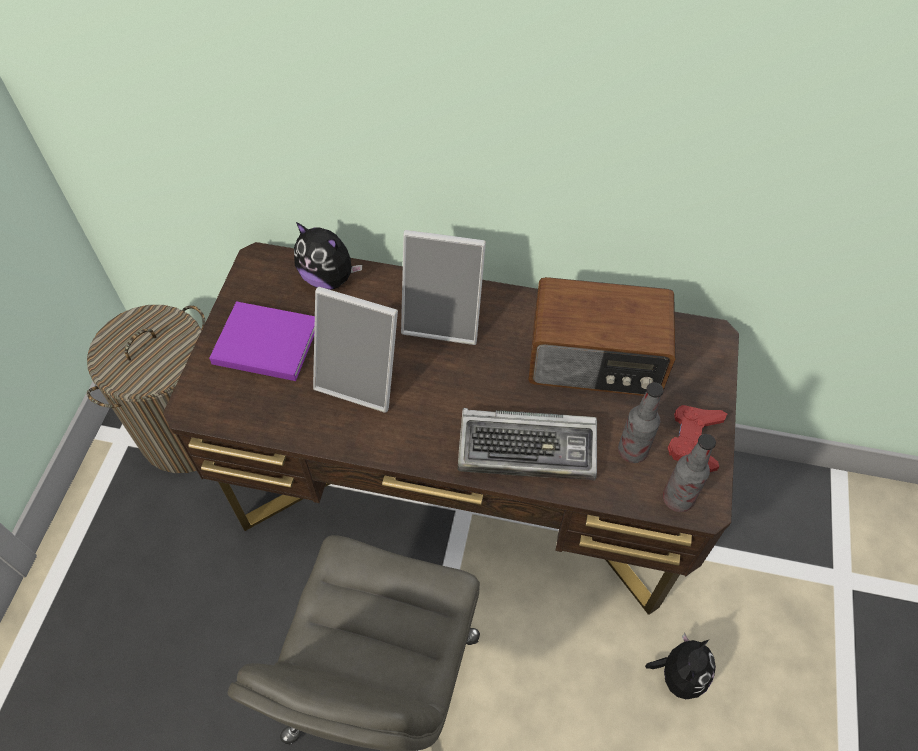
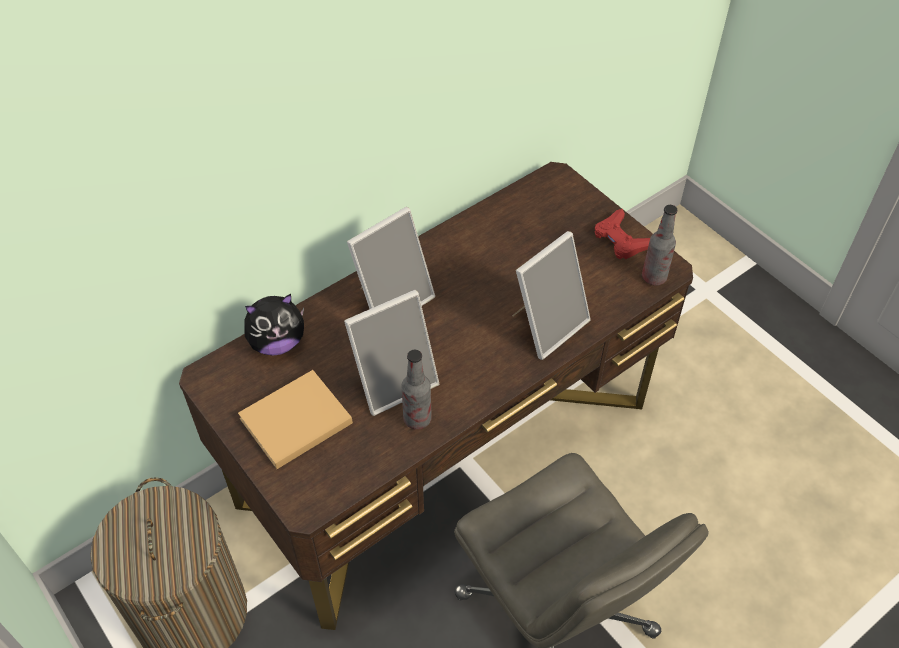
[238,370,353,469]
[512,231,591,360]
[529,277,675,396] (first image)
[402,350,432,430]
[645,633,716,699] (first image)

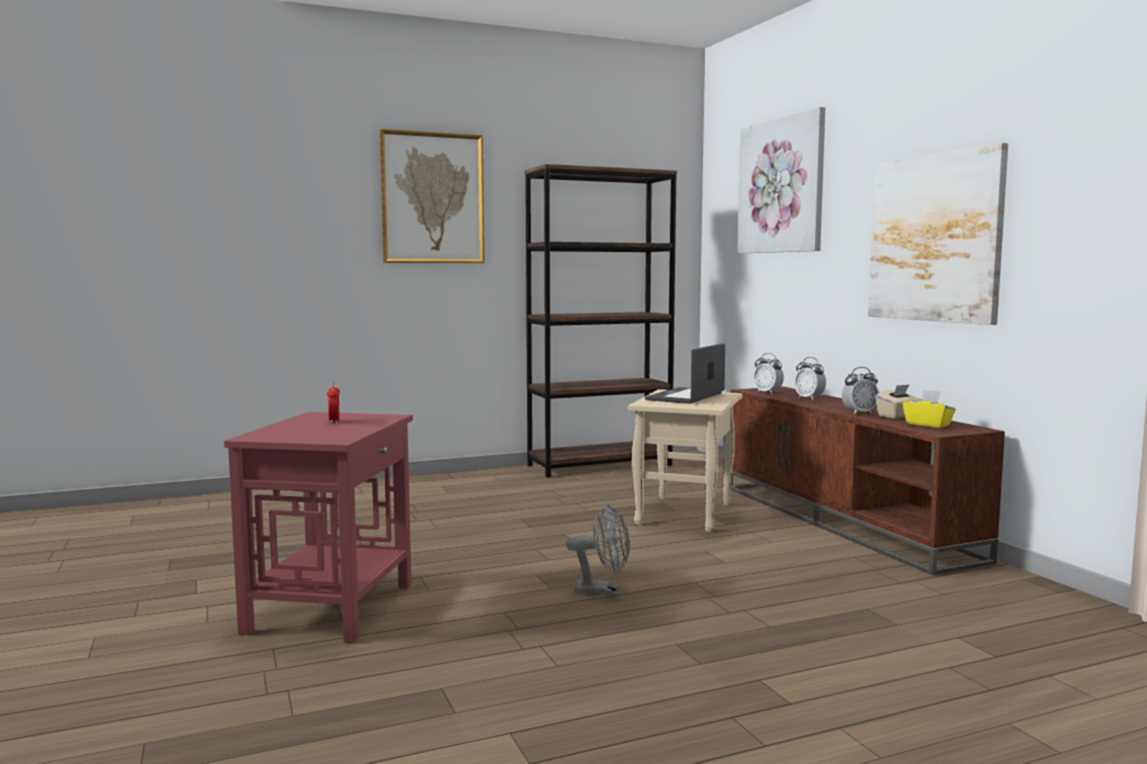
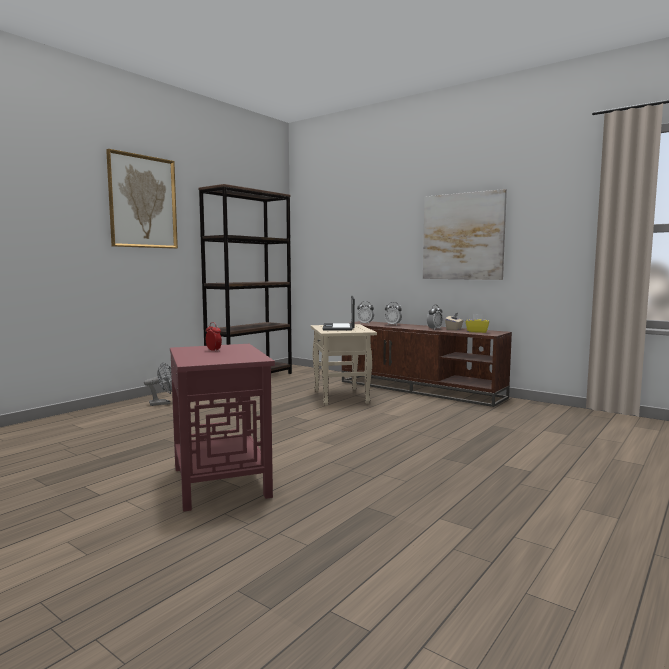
[144,362,172,406]
[737,107,825,253] (first image)

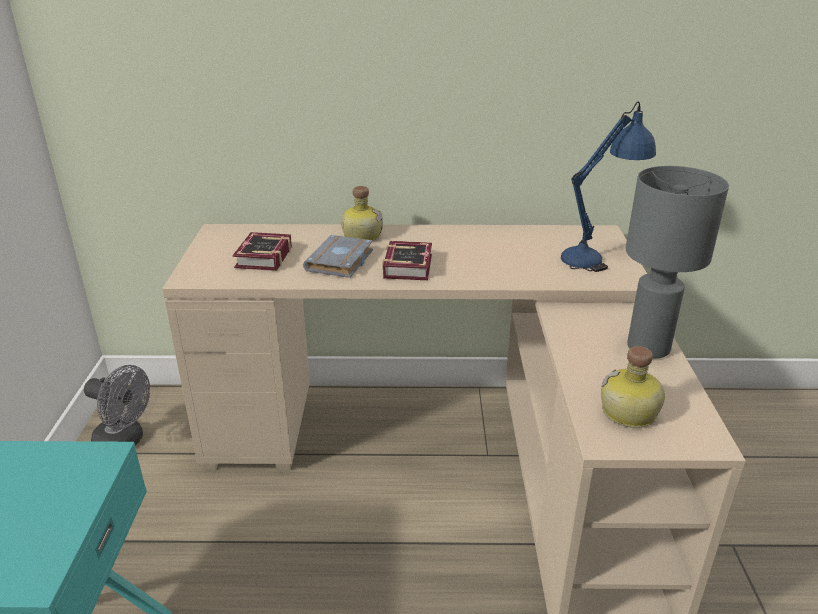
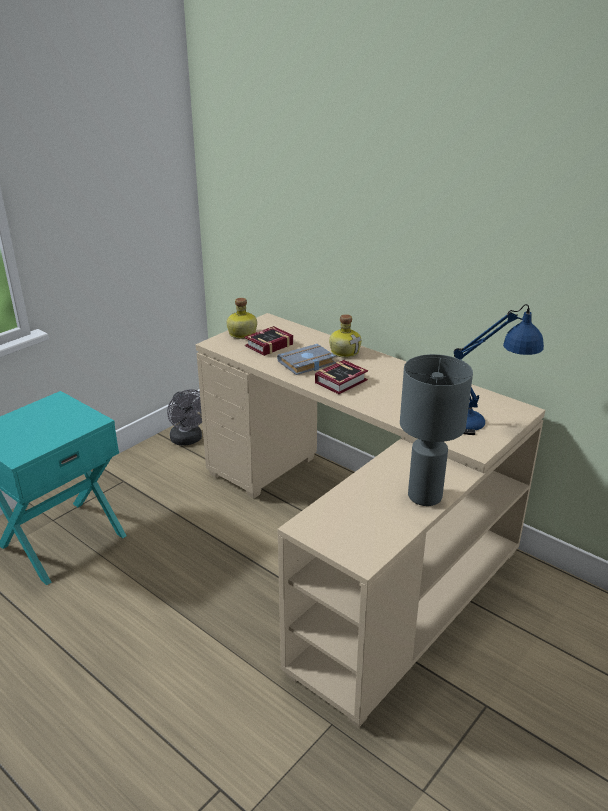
[227,298,257,339]

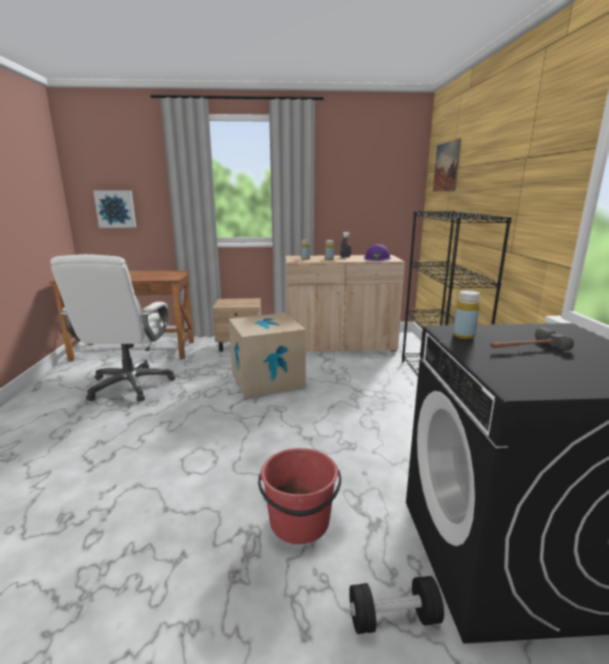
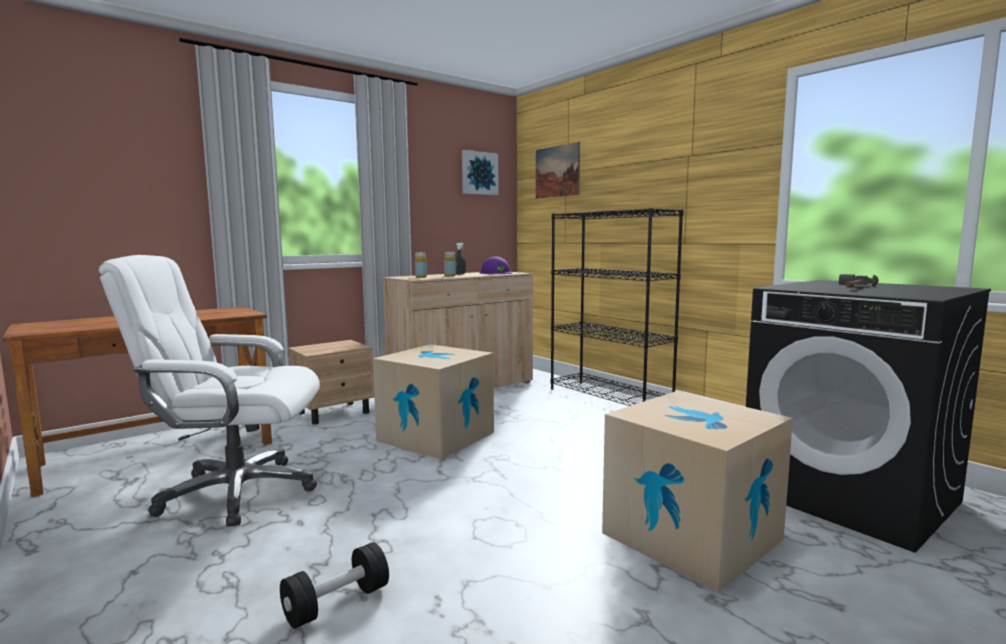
[99,255,320,527]
[462,150,499,195]
[602,391,793,593]
[280,542,389,629]
[453,290,480,339] (first image)

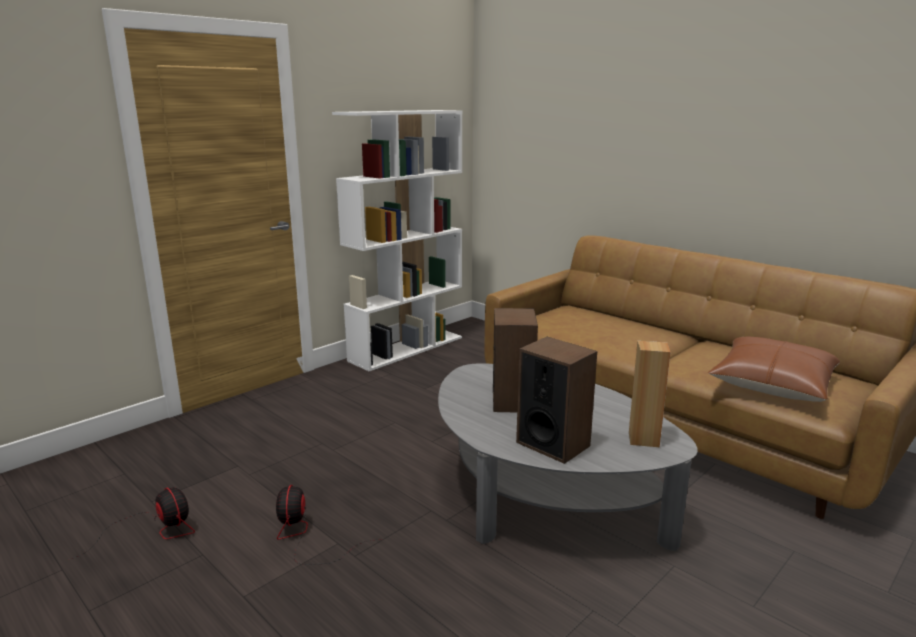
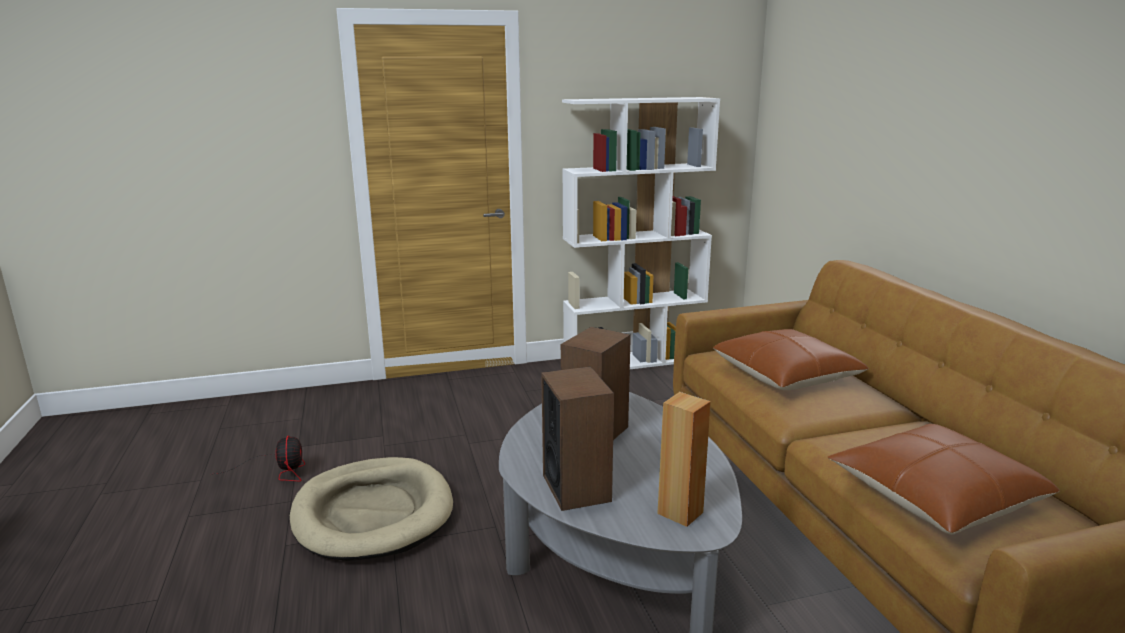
[290,457,453,561]
[713,329,869,390]

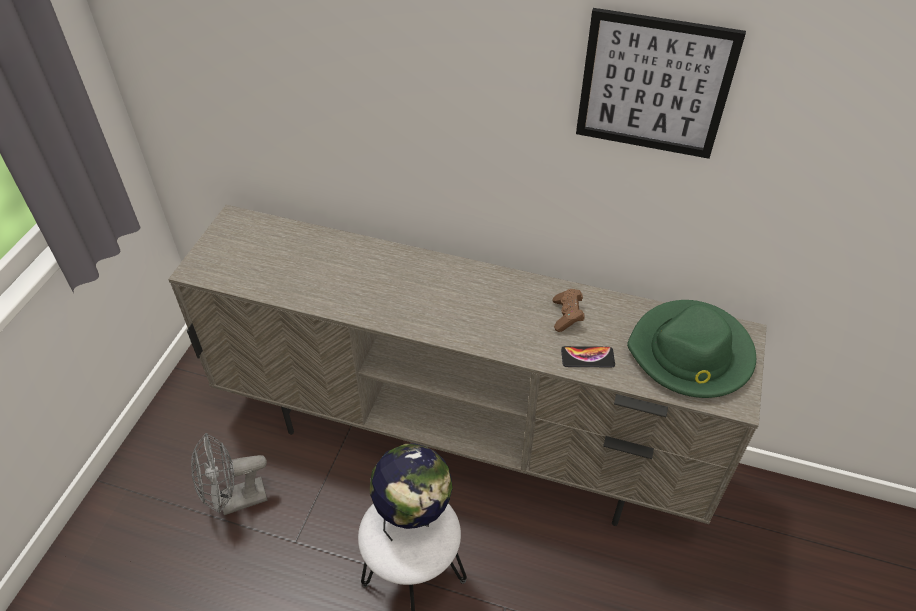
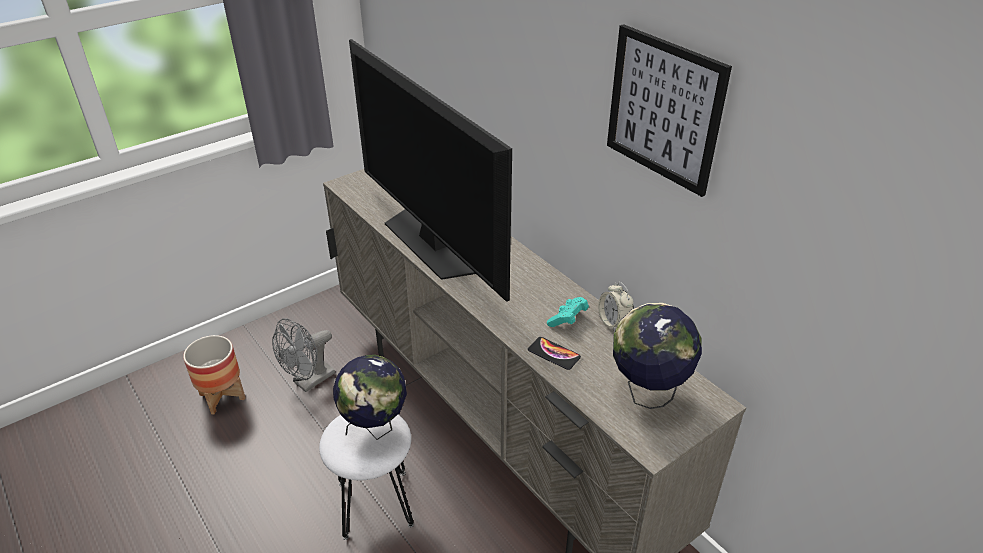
[272,318,335,392]
[547,297,589,327]
[613,303,702,409]
[183,335,246,415]
[349,39,512,302]
[598,282,634,332]

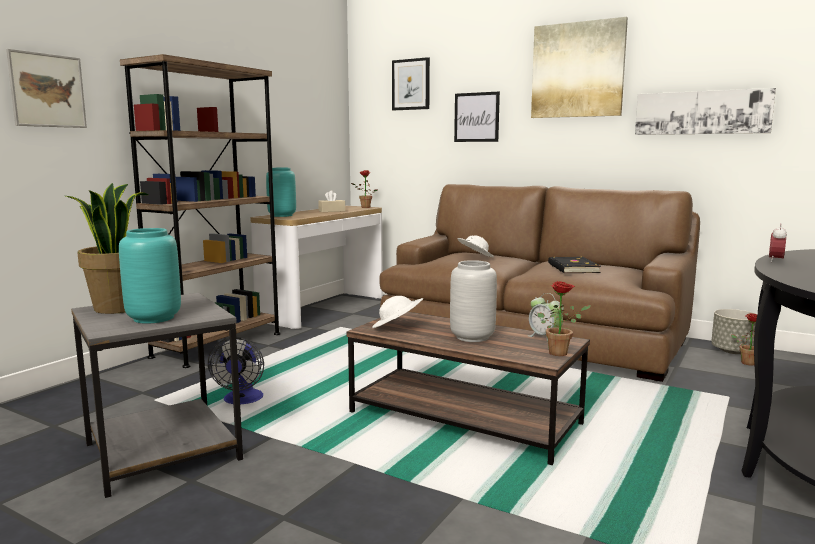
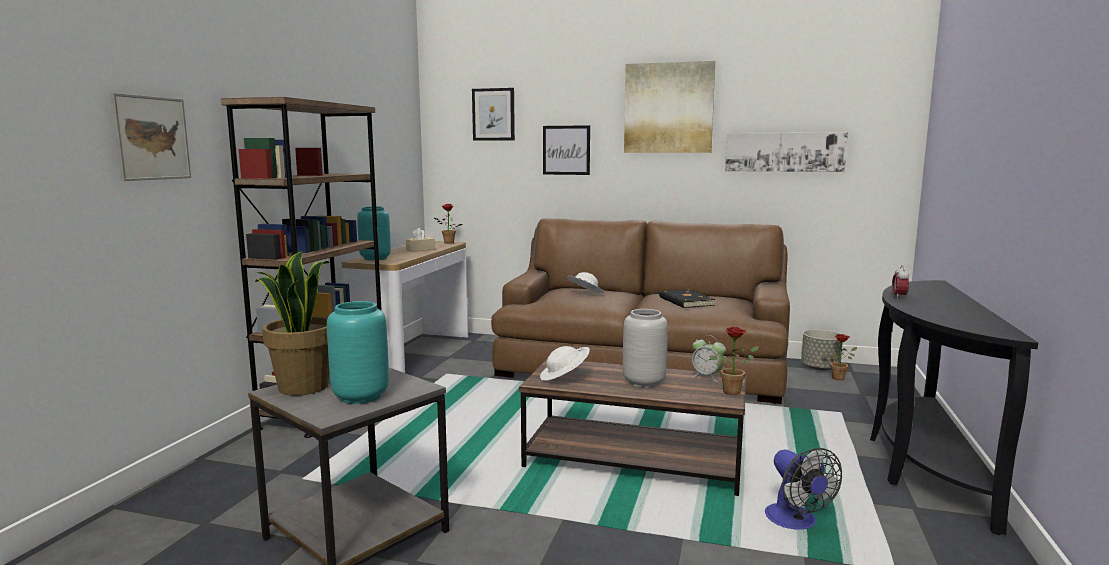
[765,448,842,530]

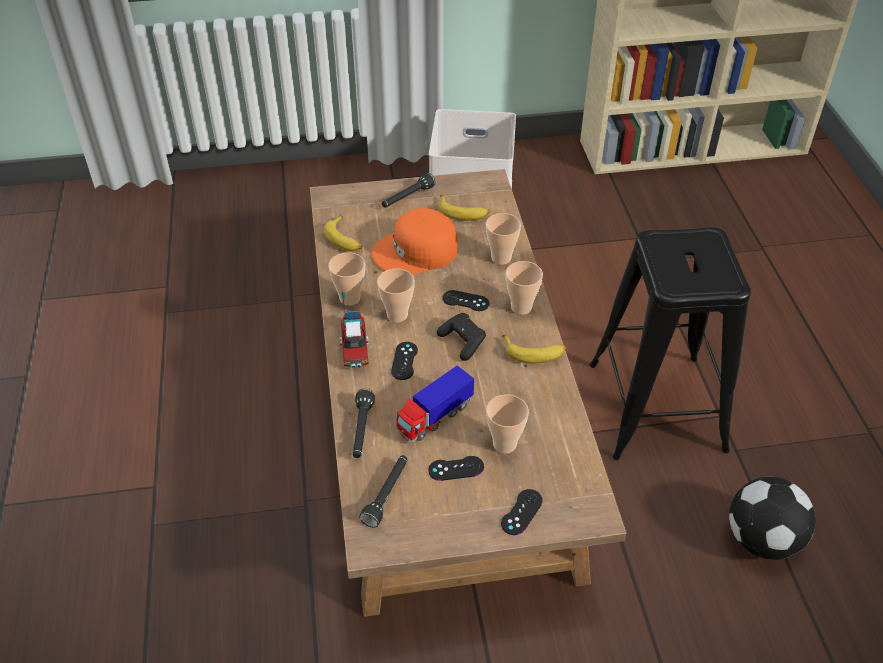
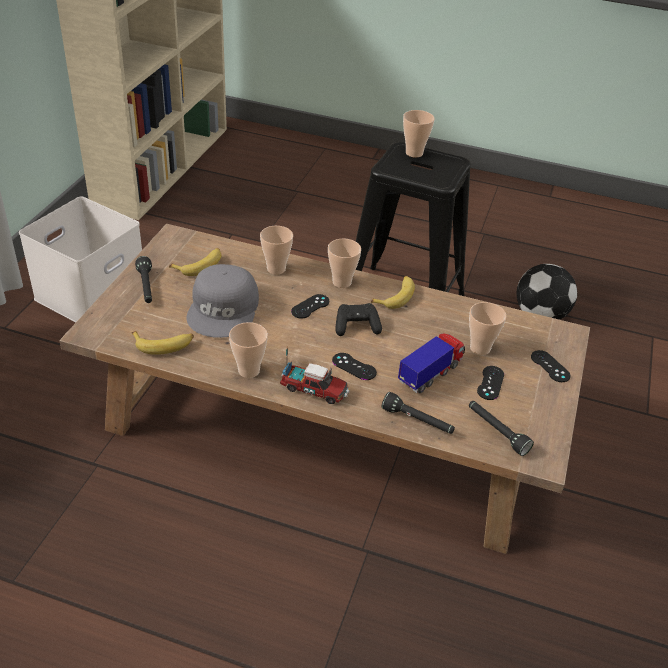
[186,264,259,338]
[403,110,435,157]
[398,333,465,393]

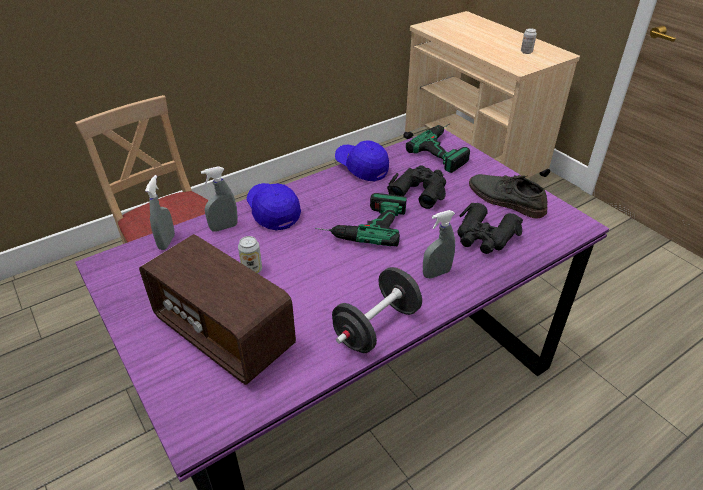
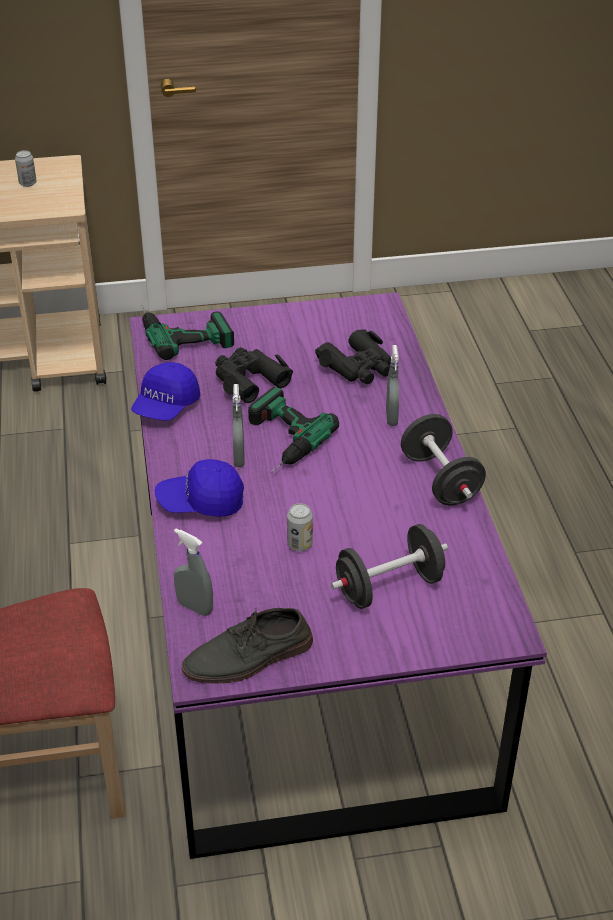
[331,524,448,609]
[233,384,245,467]
[131,362,200,421]
[182,608,313,684]

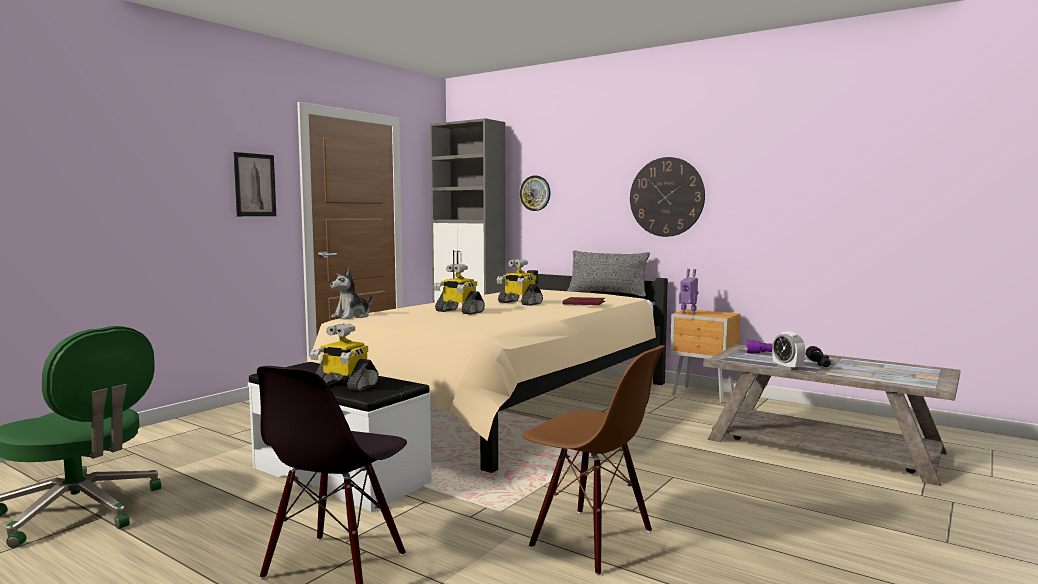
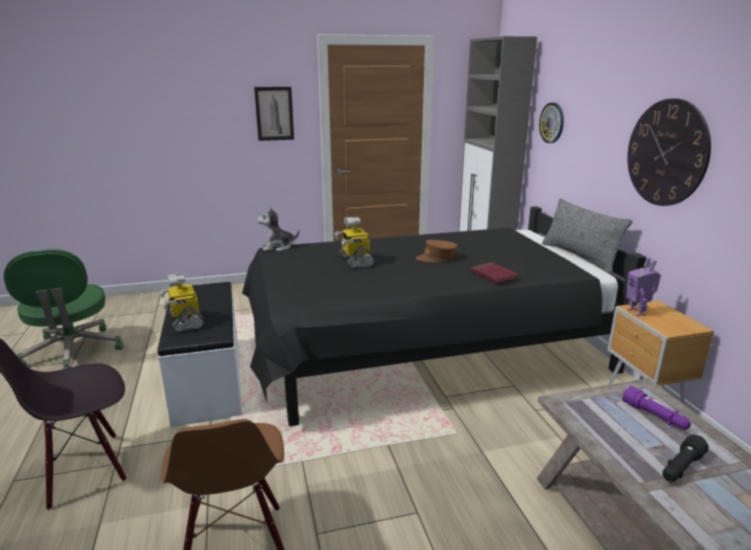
[242,206,646,426]
[416,240,457,263]
[772,331,805,371] (first image)

